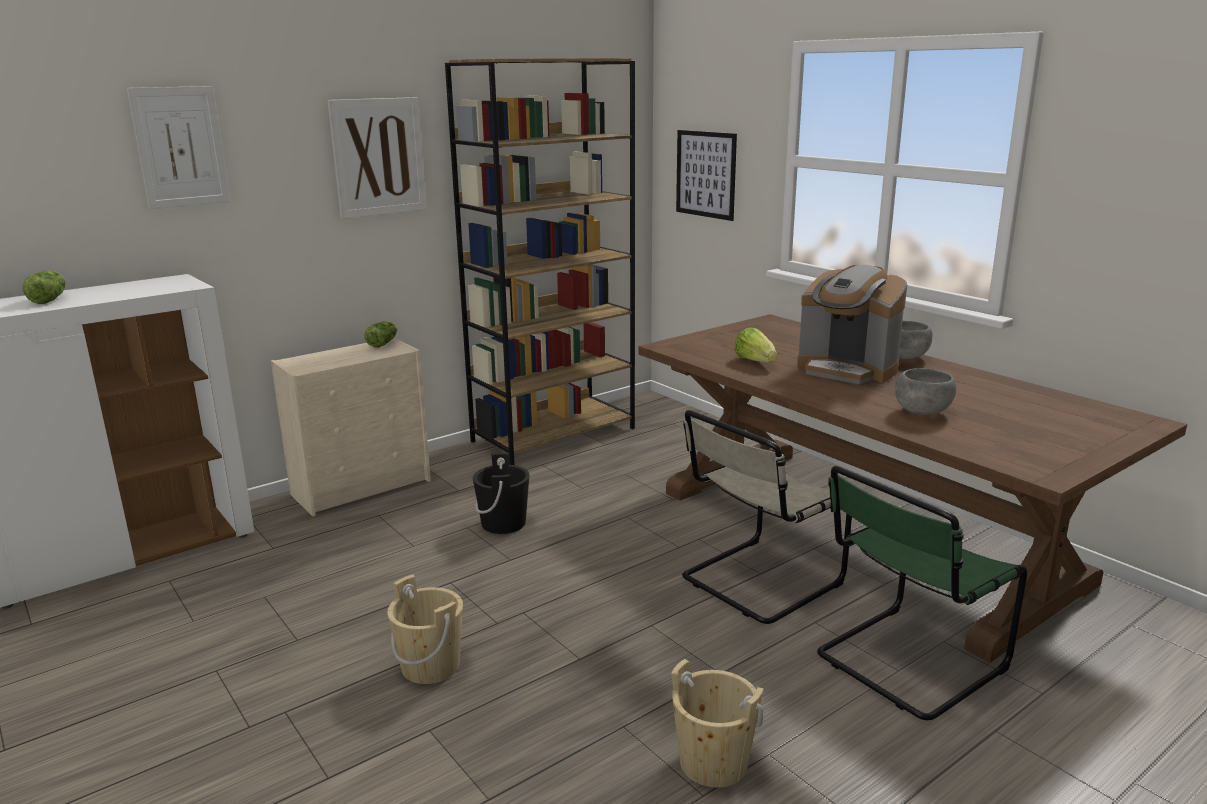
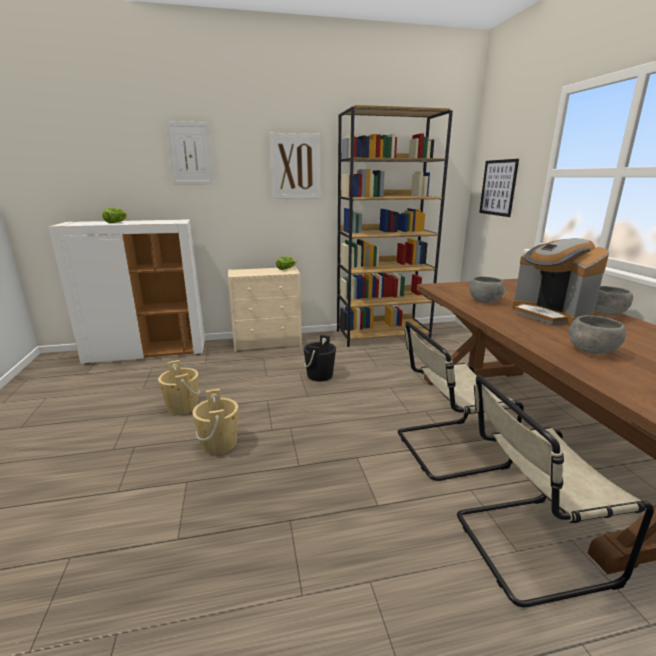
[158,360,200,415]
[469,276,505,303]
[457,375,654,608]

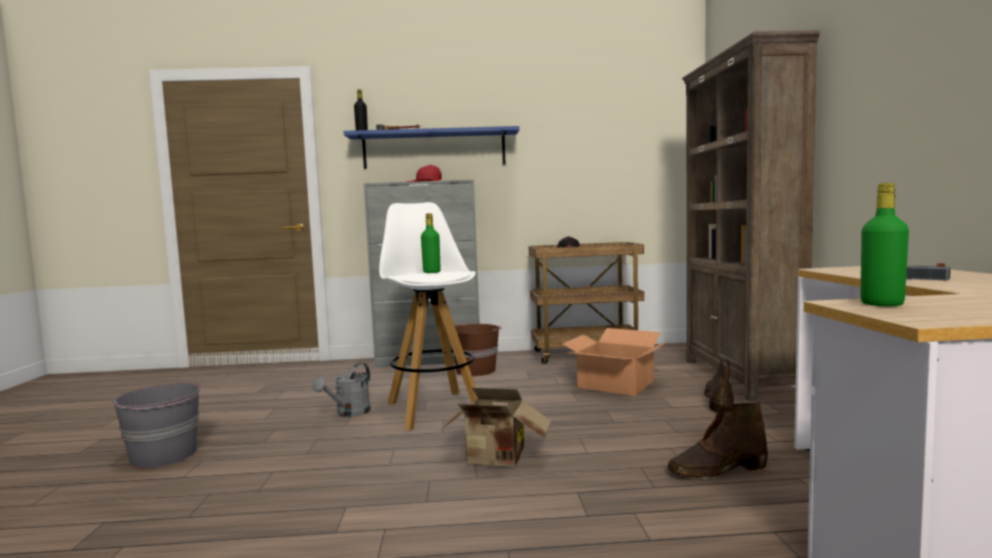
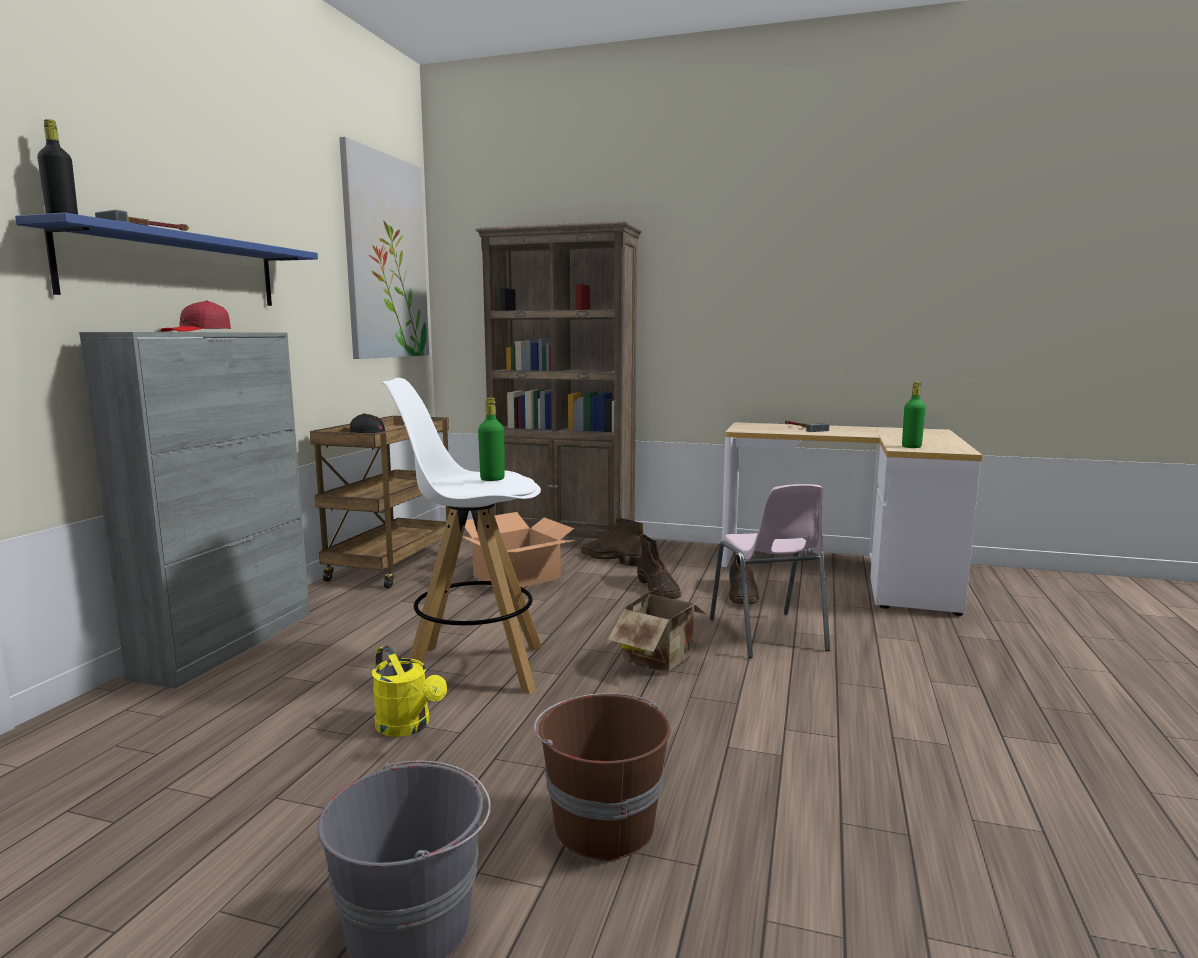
[372,645,447,737]
[534,693,670,861]
[339,137,429,359]
[637,534,681,599]
[710,484,830,658]

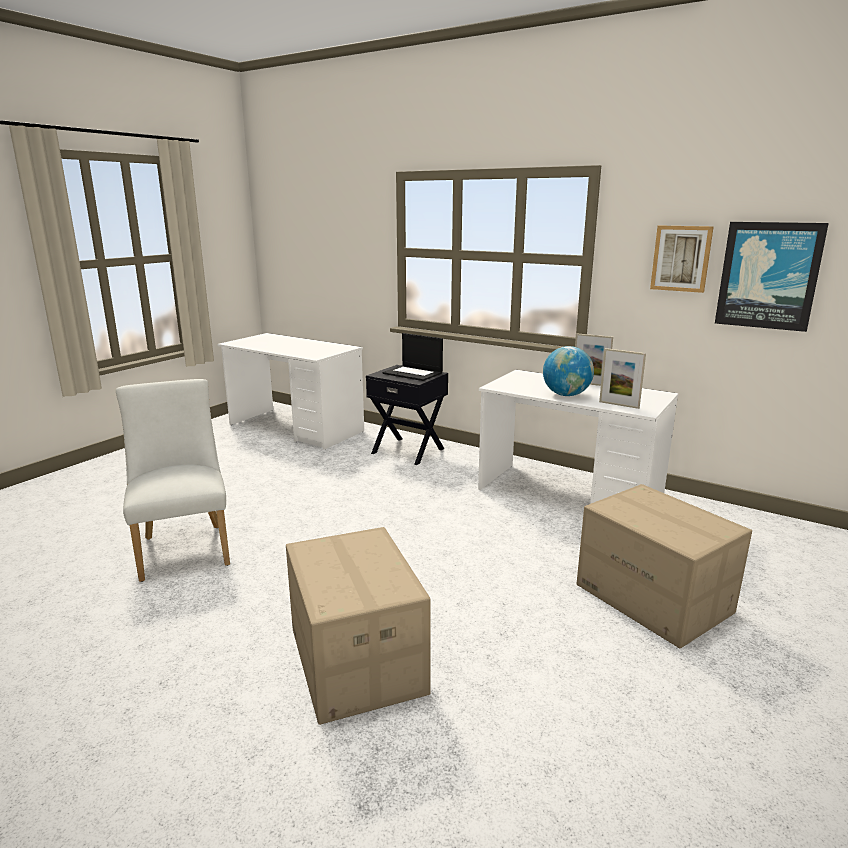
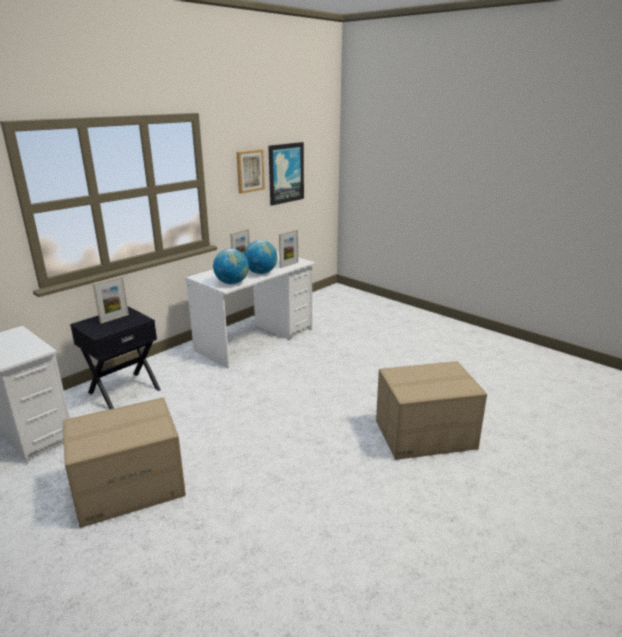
[116,379,230,582] (first image)
[93,276,129,324]
[63,398,186,528]
[213,249,249,284]

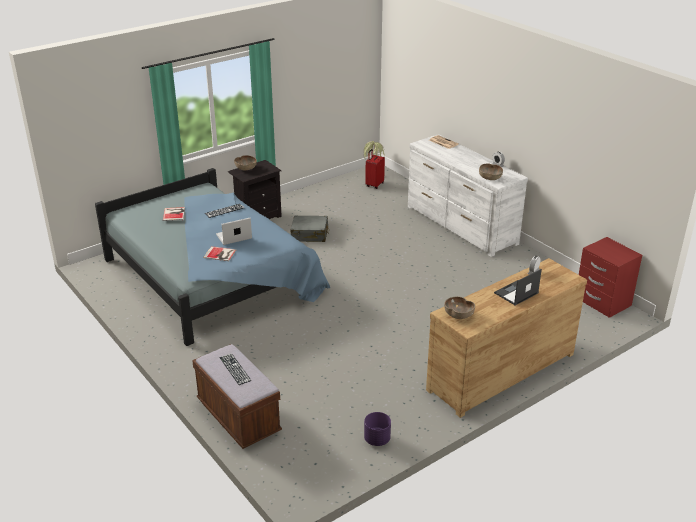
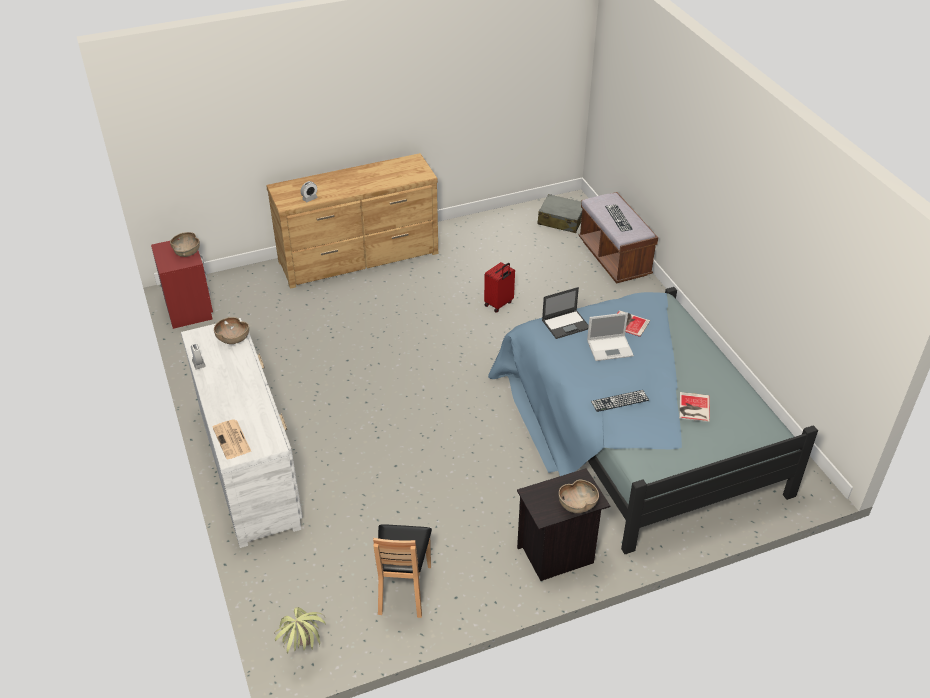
[537,194,582,233]
[364,412,391,446] (first image)
[484,262,515,313]
[170,232,200,257]
[542,287,589,339]
[373,524,432,618]

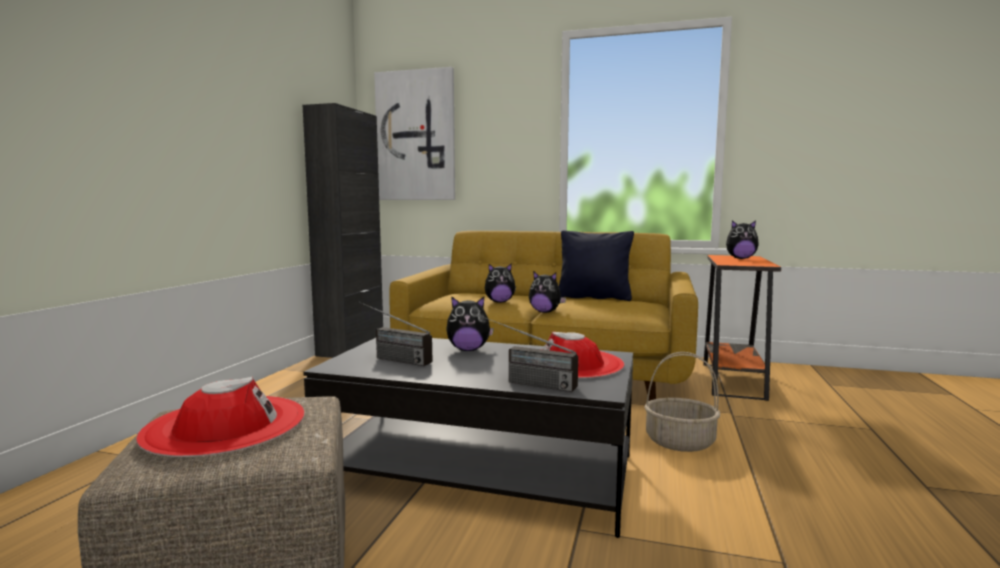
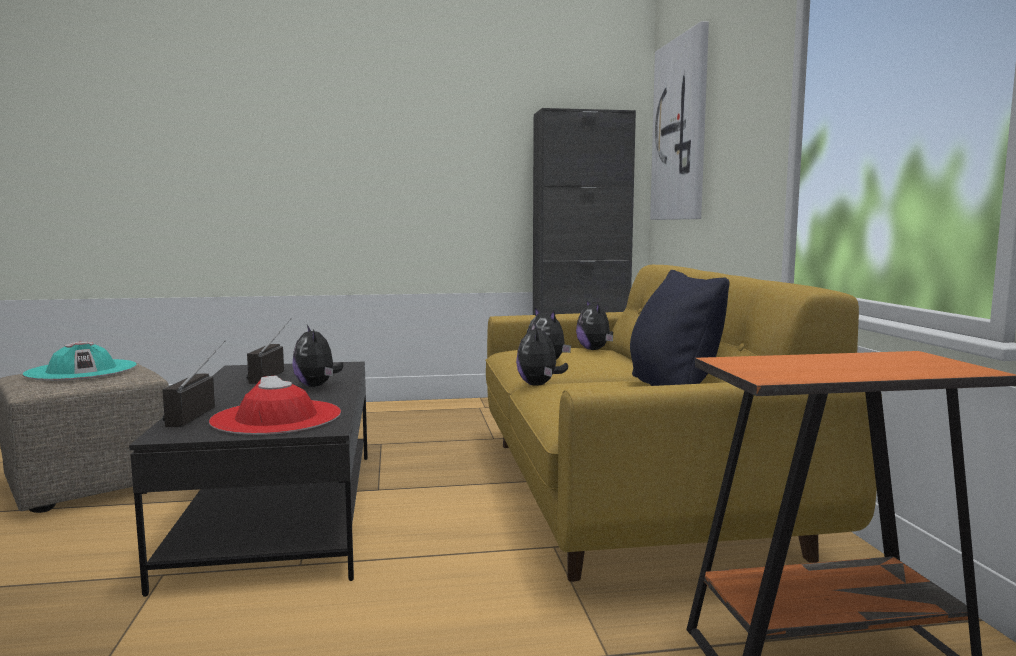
[23,342,137,381]
[644,352,720,452] (first image)
[576,299,613,350]

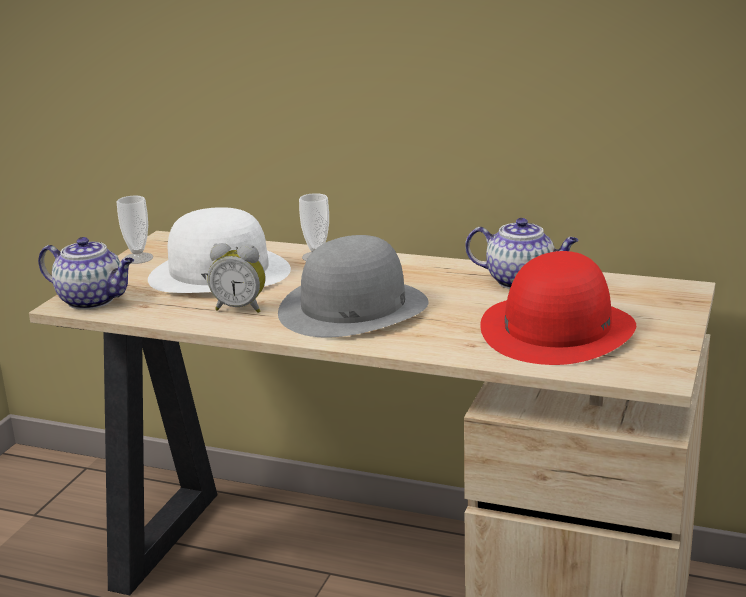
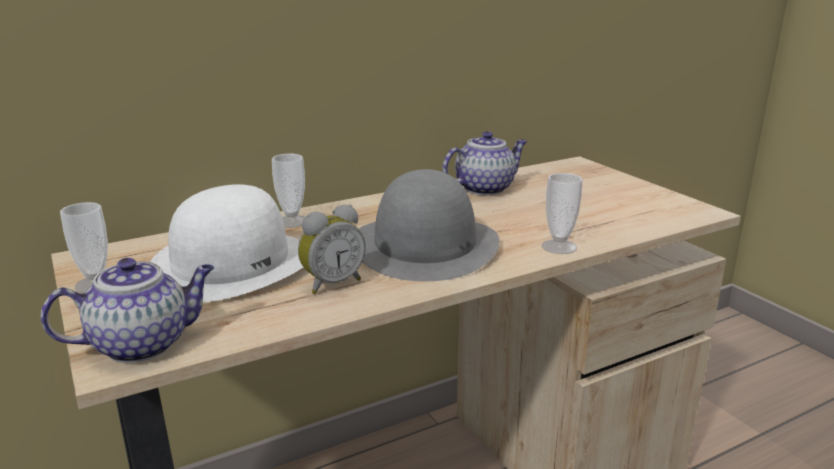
[480,251,636,365] (first image)
[542,173,582,254]

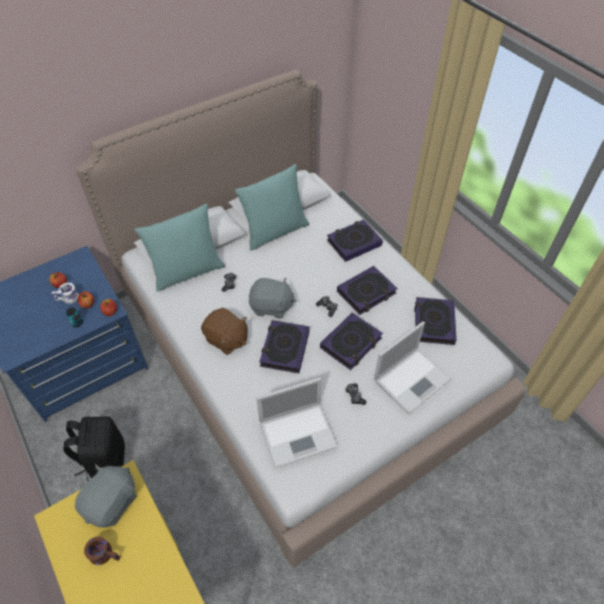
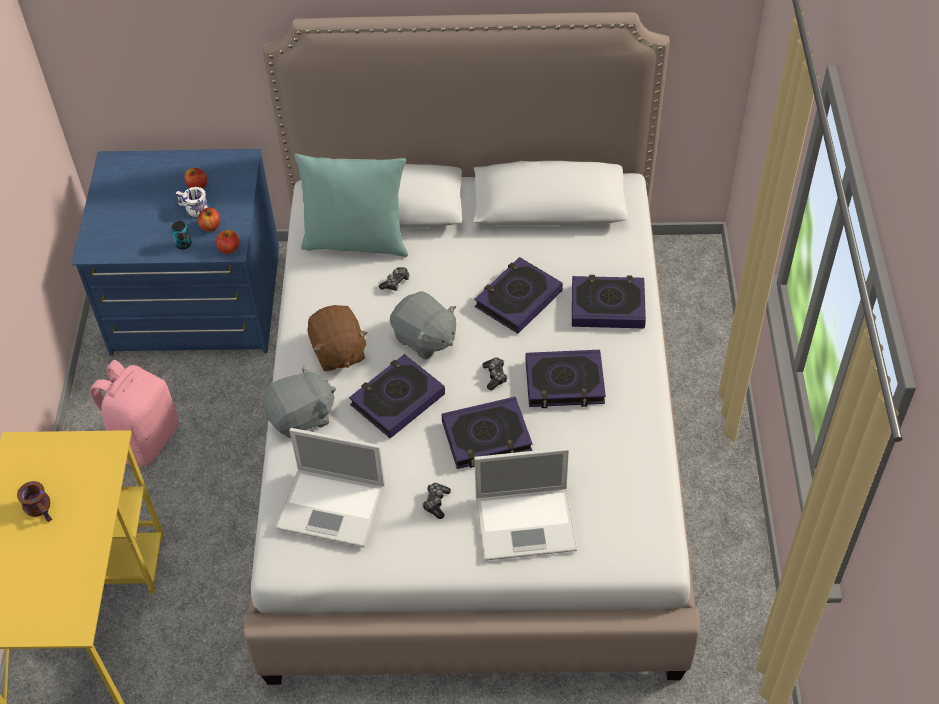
[90,360,179,466]
[262,364,336,438]
[235,164,309,251] (first image)
[474,257,563,334]

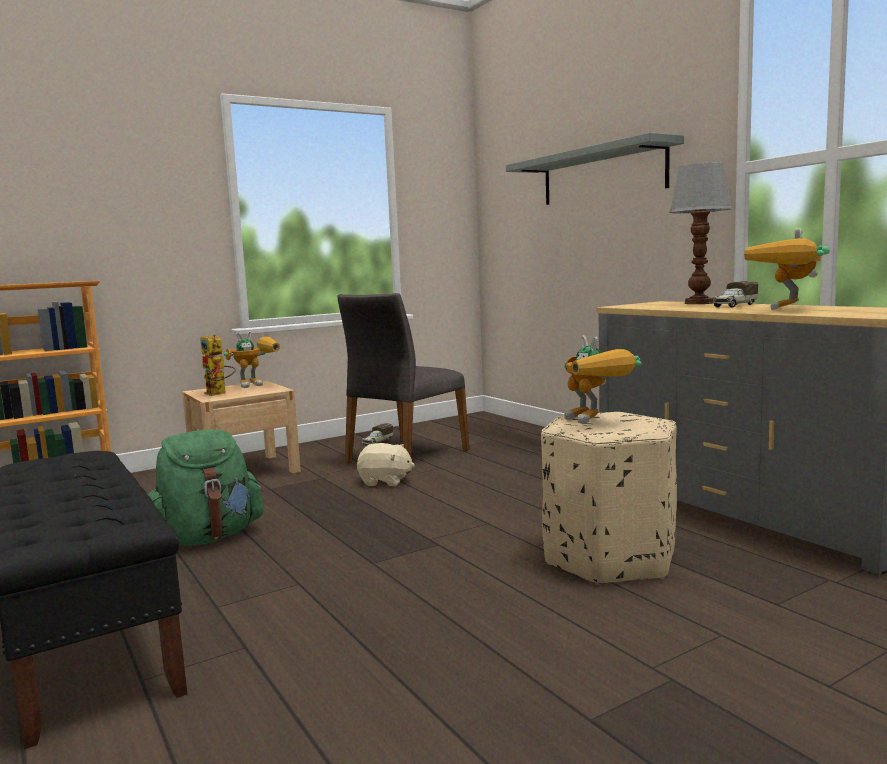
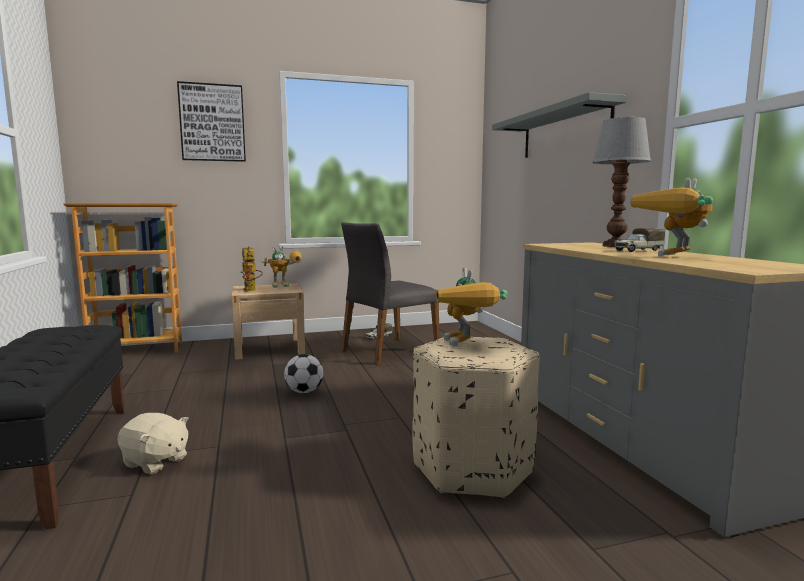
[148,429,264,546] (first image)
[117,413,189,474]
[177,81,246,162]
[284,354,324,393]

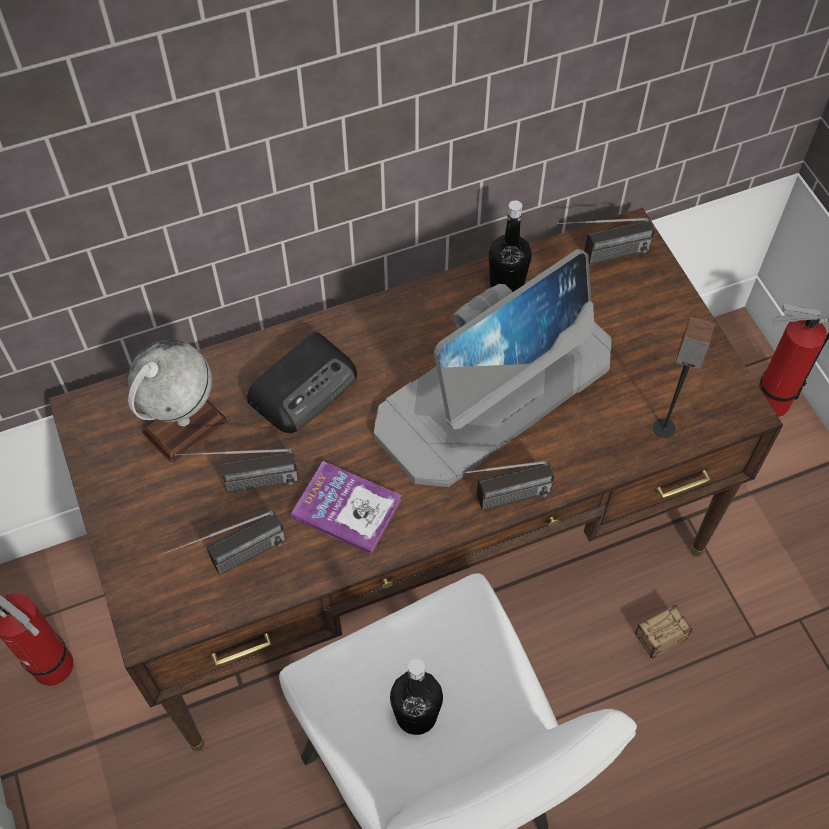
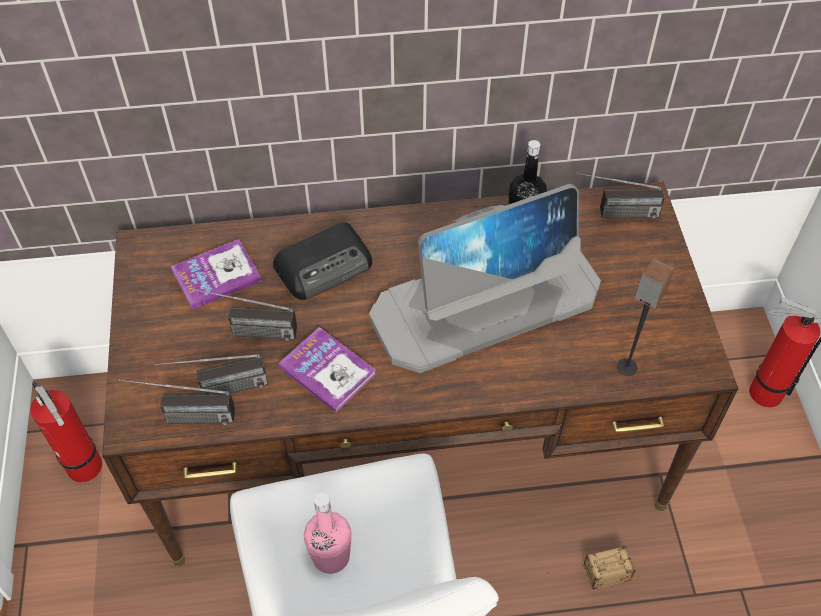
[171,239,262,310]
[304,493,352,574]
[119,380,235,425]

